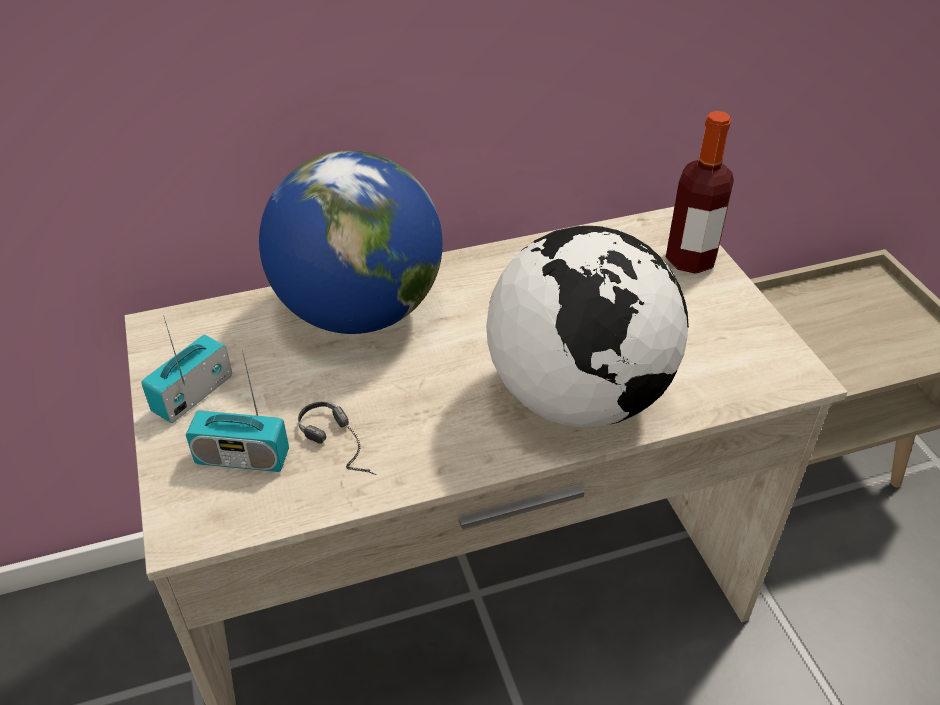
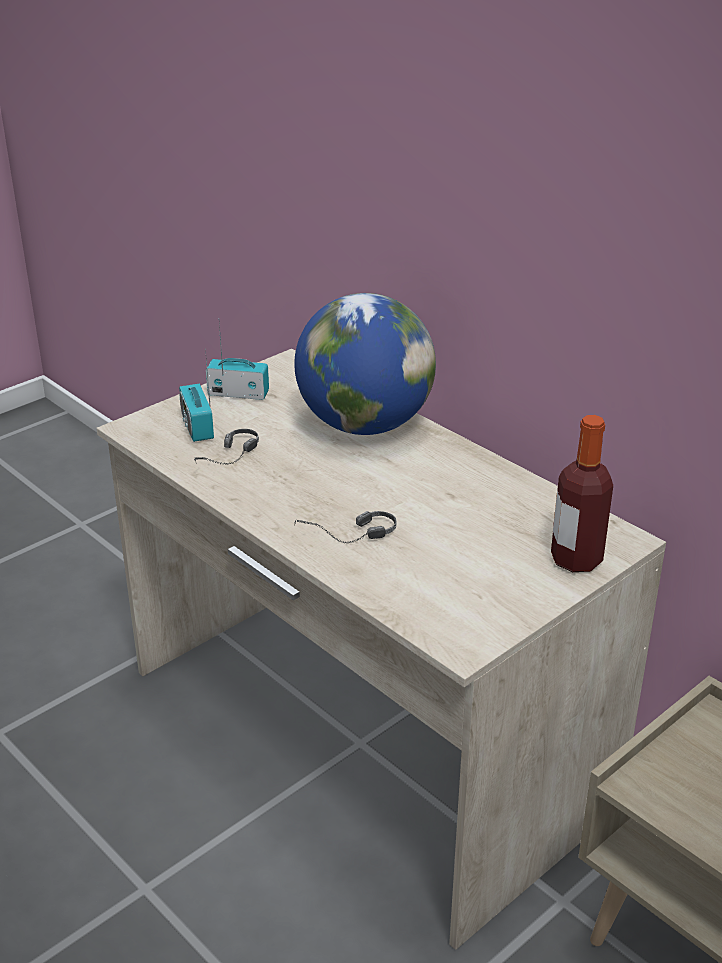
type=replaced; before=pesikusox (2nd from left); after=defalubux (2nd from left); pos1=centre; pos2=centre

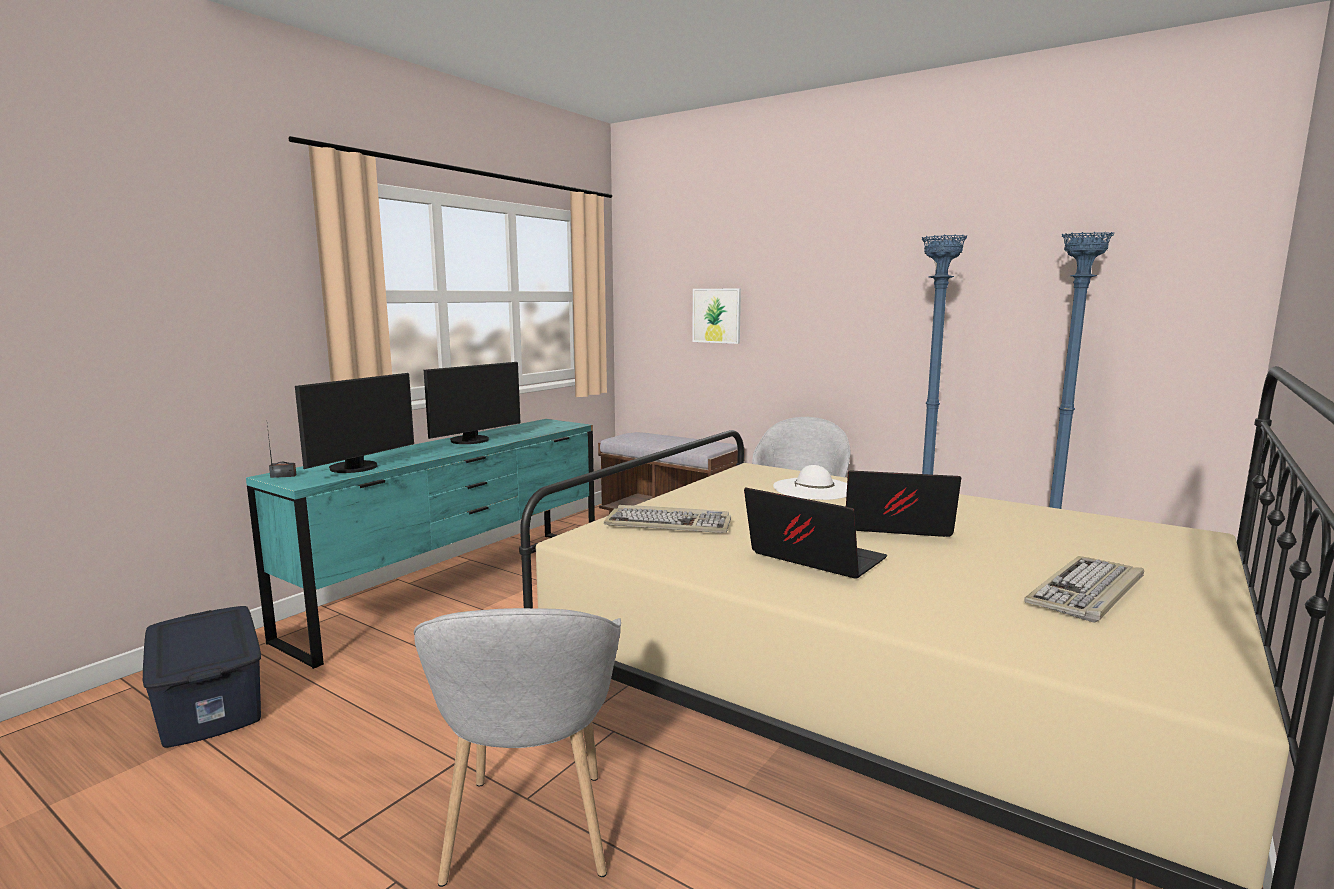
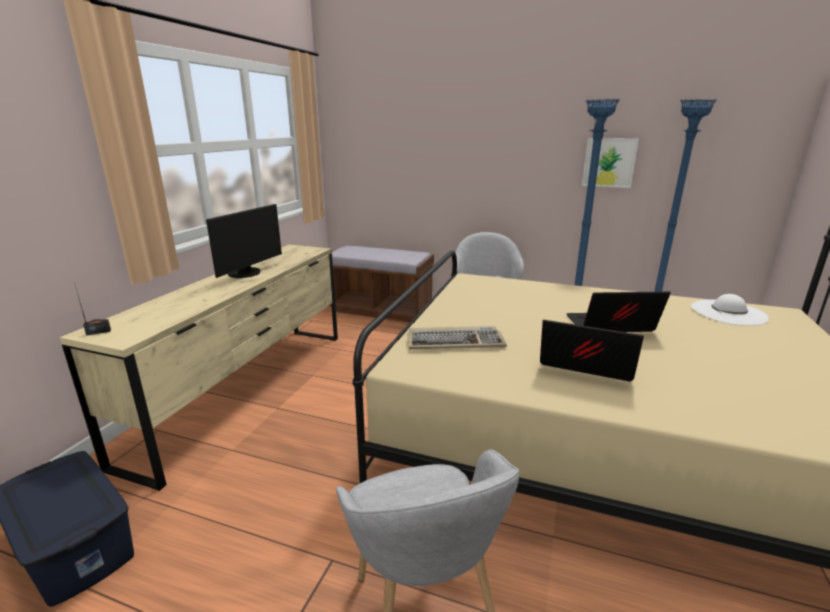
type=moved; before=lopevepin; pos1=centre; pos2=top right
type=removed; before=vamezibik (1st from left); pos1=middle left
type=recoloured; before=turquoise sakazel; after=beige sakazel; pos1=middle left; pos2=middle left
type=moved; before=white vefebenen; pos1=centre; pos2=middle right
type=removed; before=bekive (2nd from left); pos1=middle right

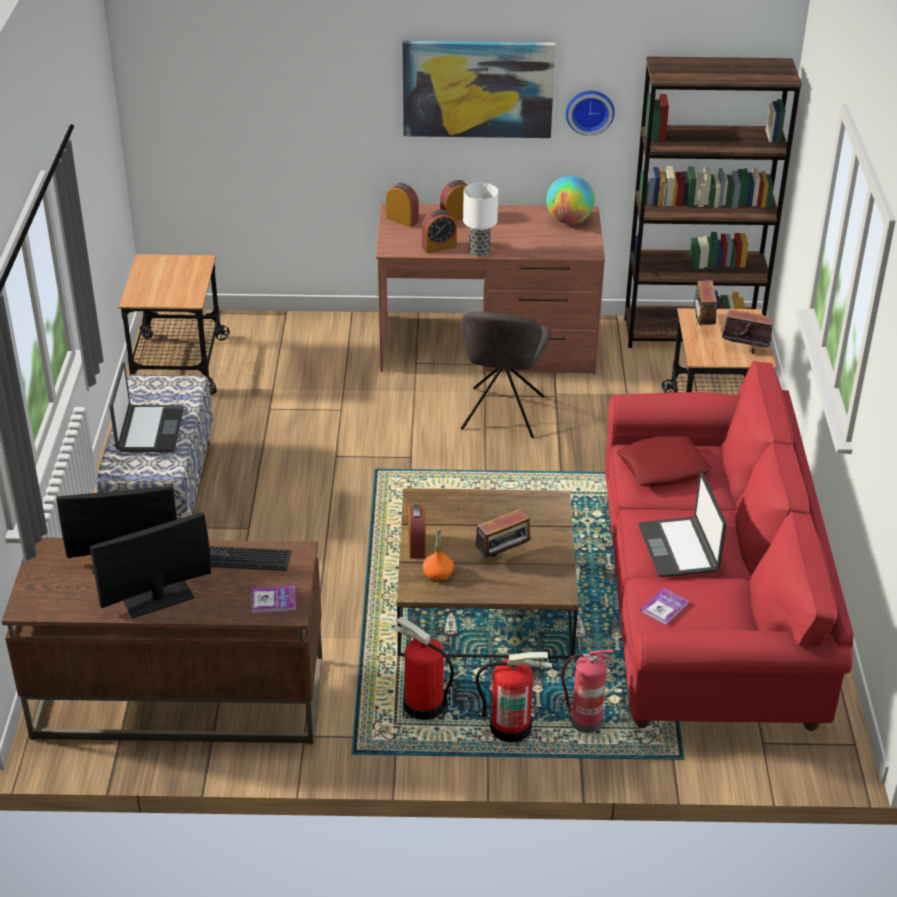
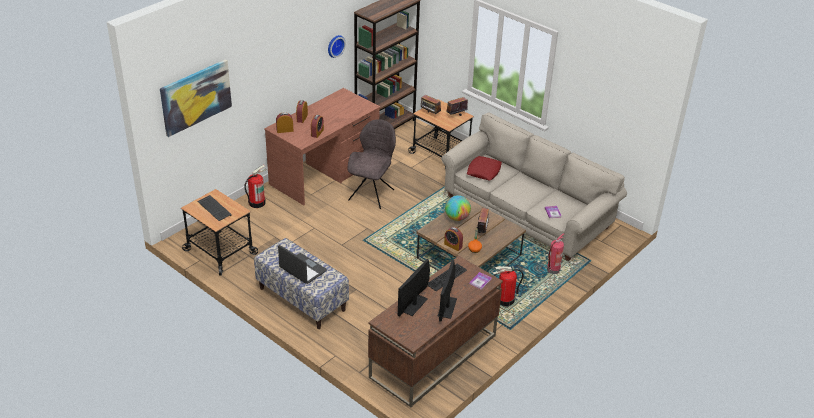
type=moved; before=lopevepin; pos1=top centre; pos2=top left
type=moved; before=pesikusox; pos1=top centre; pos2=centre
type=removed; before=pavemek; pos1=top centre
type=turned; before=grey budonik; pos1=centre; pos2=centre; turn=-120
type=recoloured; before=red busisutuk; after=beige busisutuk; pos1=middle right; pos2=centre
type=removed; before=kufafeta (2nd from left); pos1=middle right
type=moved; before=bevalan (2nd from left in the first image); after=bevalan (1st from left); pos1=bottom centre; pos2=middle left
type=added; after=bekive (1st from left); pos2=middle left

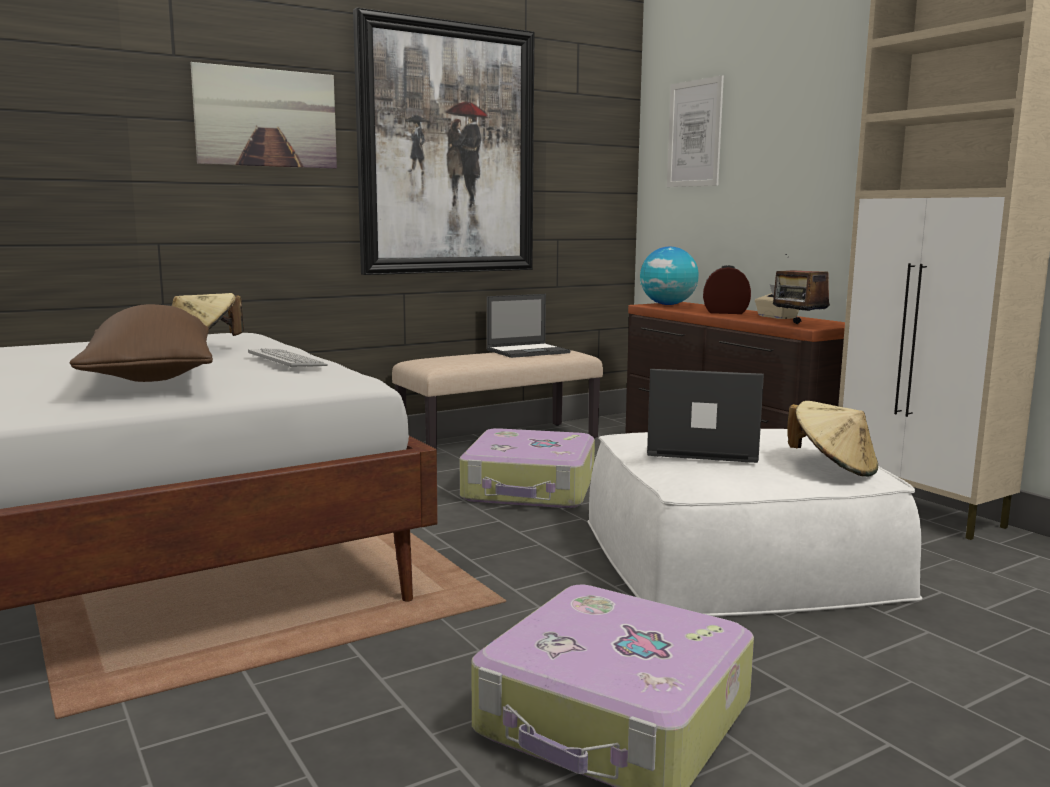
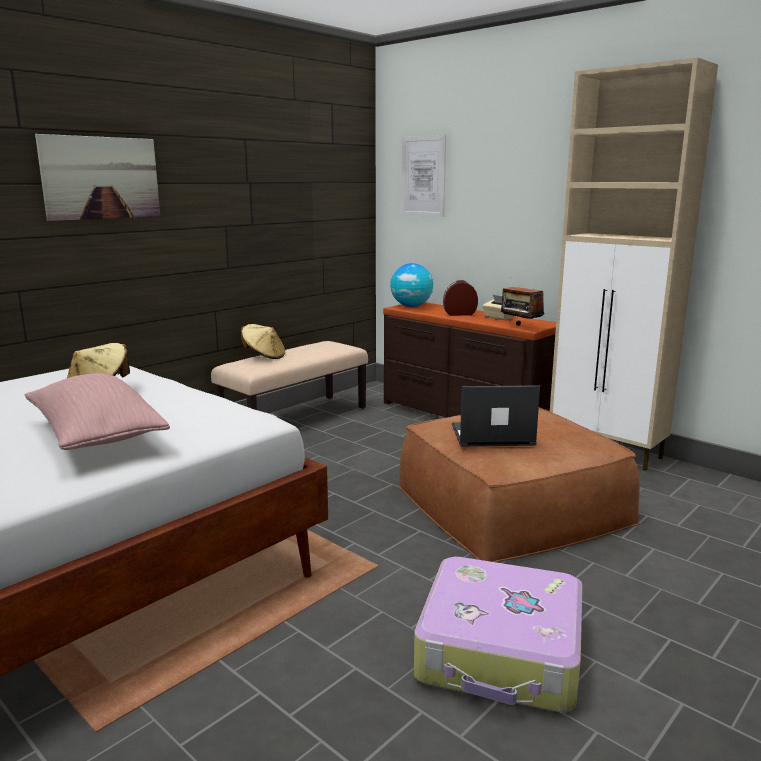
type=removed; before=lopevepin (2nd from left); pos1=top centre
type=removed; before=kufafeta (1st from left); pos1=centre
type=recoloured; before=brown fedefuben; after=pink fedefuben; pos1=middle left; pos2=middle left
type=removed; before=bekive; pos1=middle left
type=moved; before=beige vefebenen (2nd from left); pos1=middle right; pos2=centre
type=removed; before=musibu (1st from left); pos1=centre
type=recoloured; before=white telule; after=brown telule; pos1=middle right; pos2=middle right

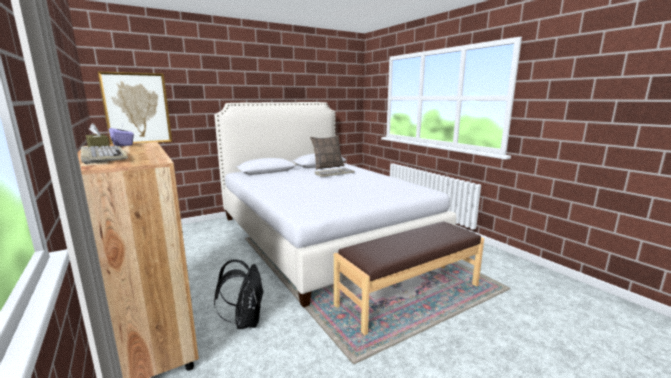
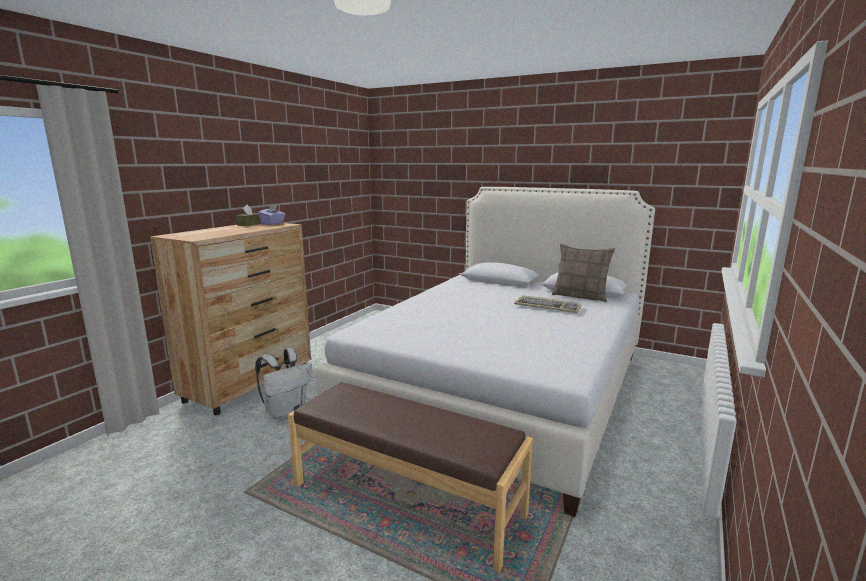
type=removed; before=lopevepin; pos1=top left
type=removed; before=bekive (1st from left); pos1=middle left
type=recoloured; before=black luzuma; after=white luzuma; pos1=bottom centre; pos2=middle left

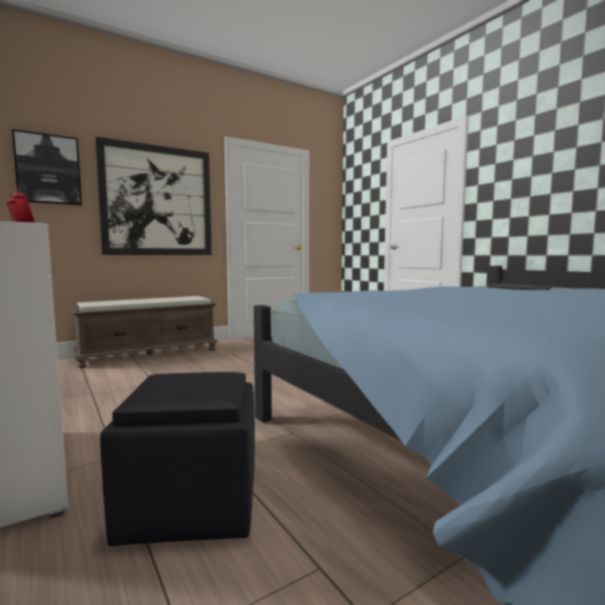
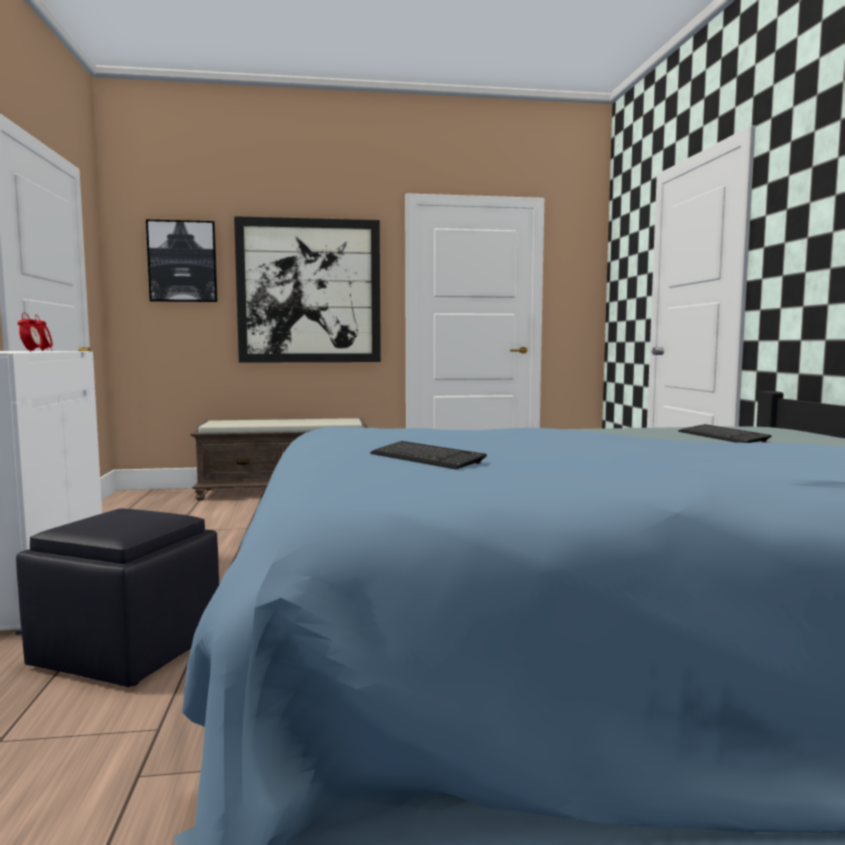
type=added; after=bekive (1st from left); pos2=centre

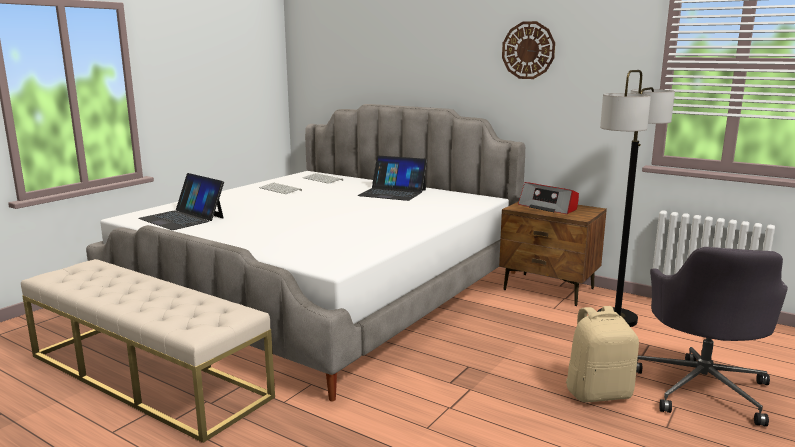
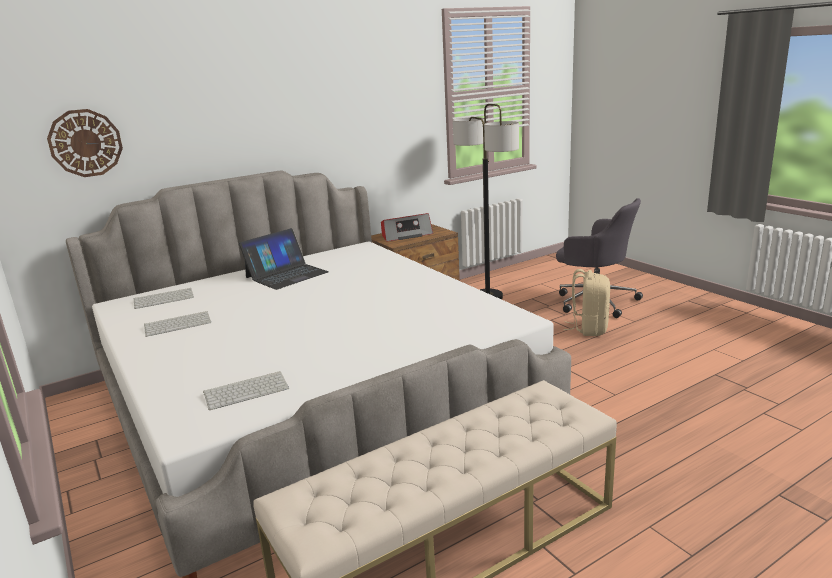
type=moved; before=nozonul; pos1=top centre; pos2=top left
type=replaced; before=kufafeta (1st from left); after=bekive (3rd from left); pos1=middle left; pos2=bottom left

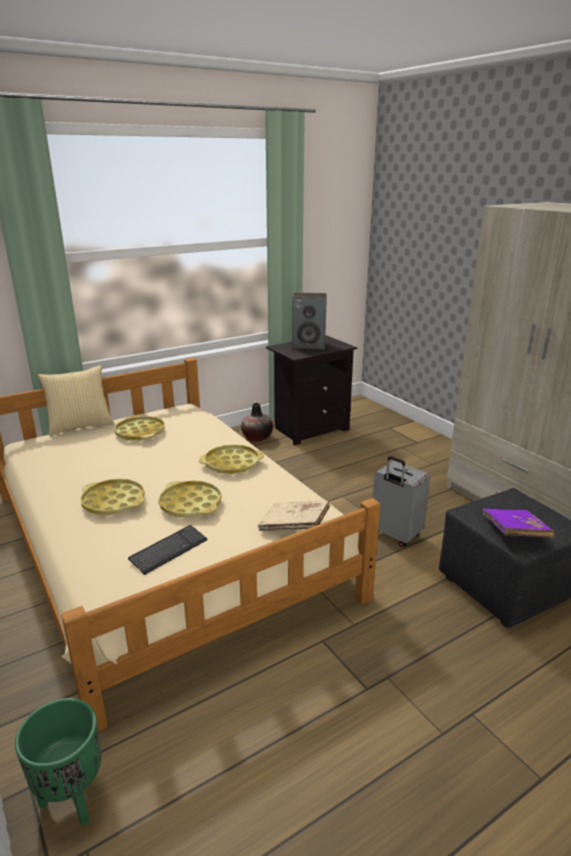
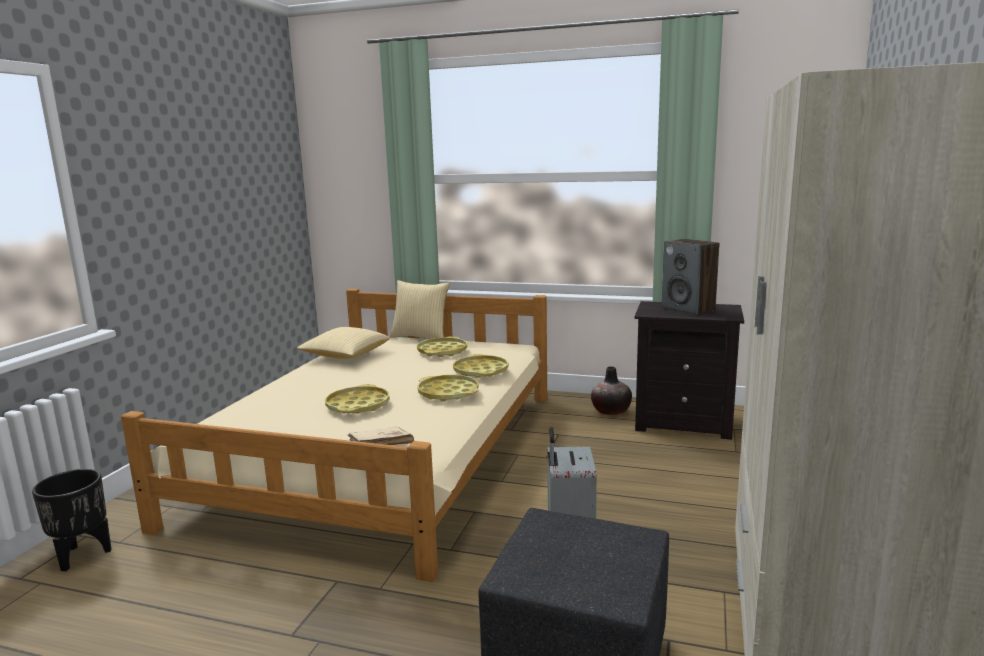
type=moved; before=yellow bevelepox (1st from left in the first image); after=yellow bevelepox (4th from left); pos1=middle left; pos2=centre
type=removed; before=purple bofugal; pos1=middle right
type=removed; before=bekive; pos1=middle left
type=recoloured; before=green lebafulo; after=black lebafulo; pos1=bottom left; pos2=bottom left
type=added; after=fedefuben (1st from left); pos2=centre

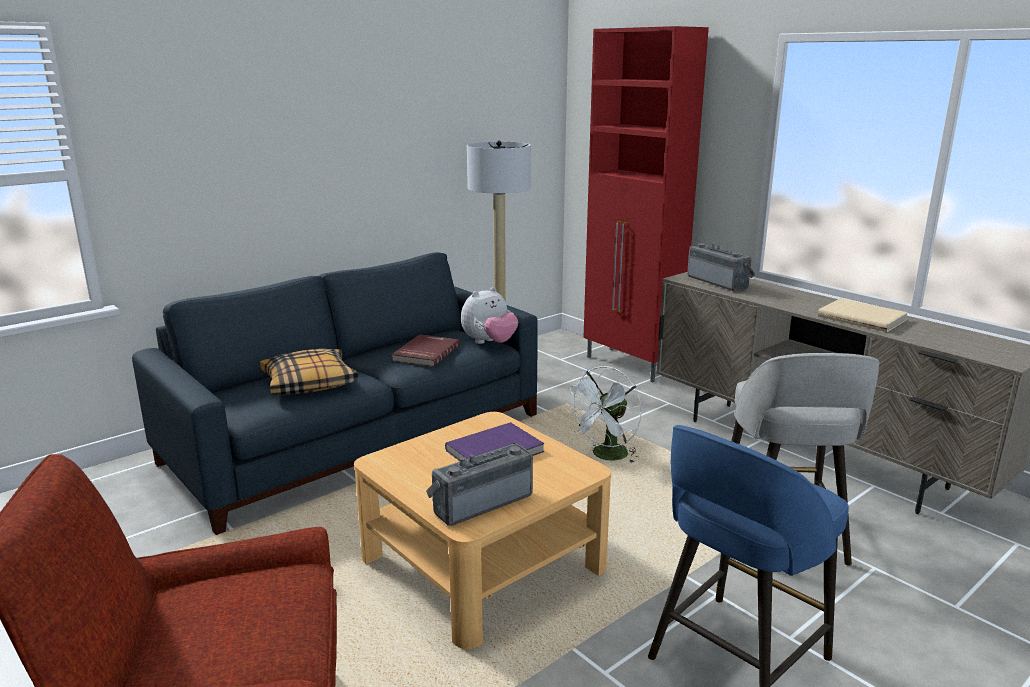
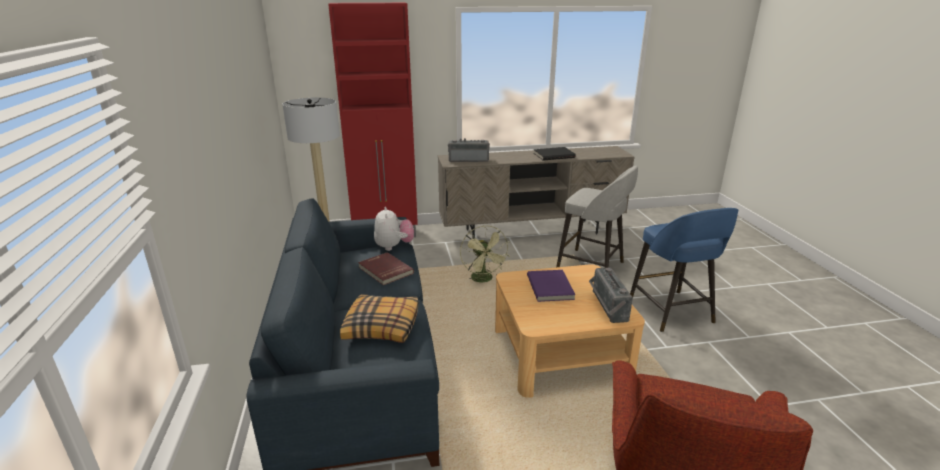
type=recoloured; before=beige bofugal; after=black bofugal; pos1=middle right; pos2=top centre
type=recoloured; before=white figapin; after=green figapin; pos1=centre; pos2=centre

